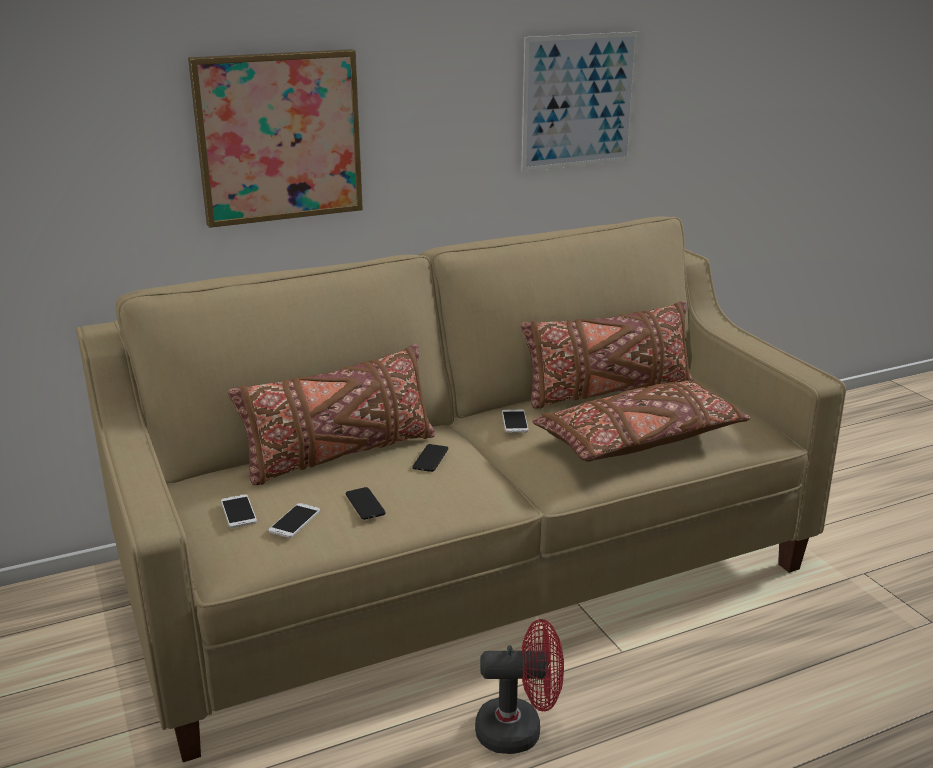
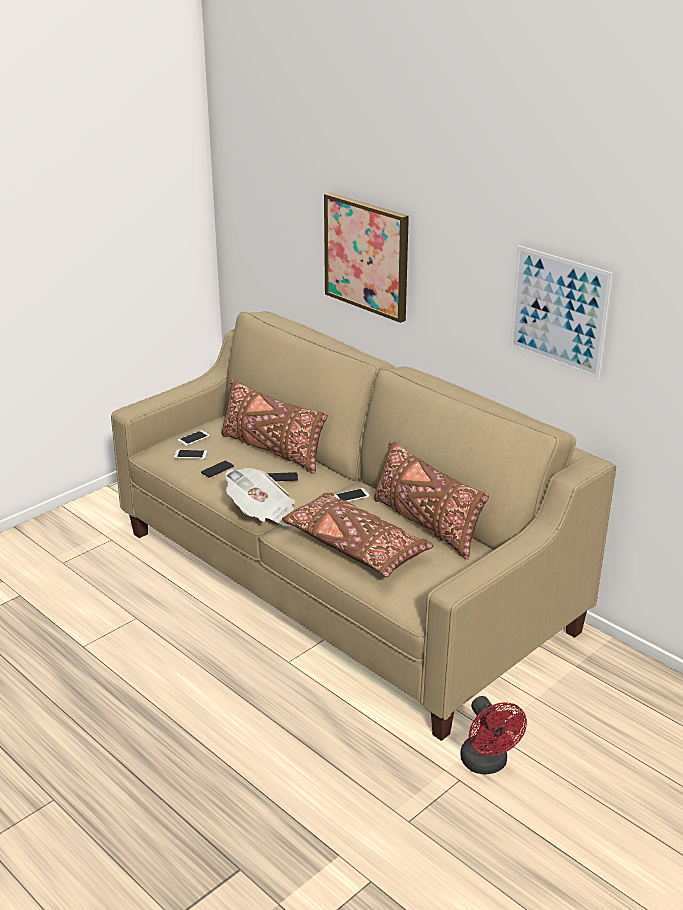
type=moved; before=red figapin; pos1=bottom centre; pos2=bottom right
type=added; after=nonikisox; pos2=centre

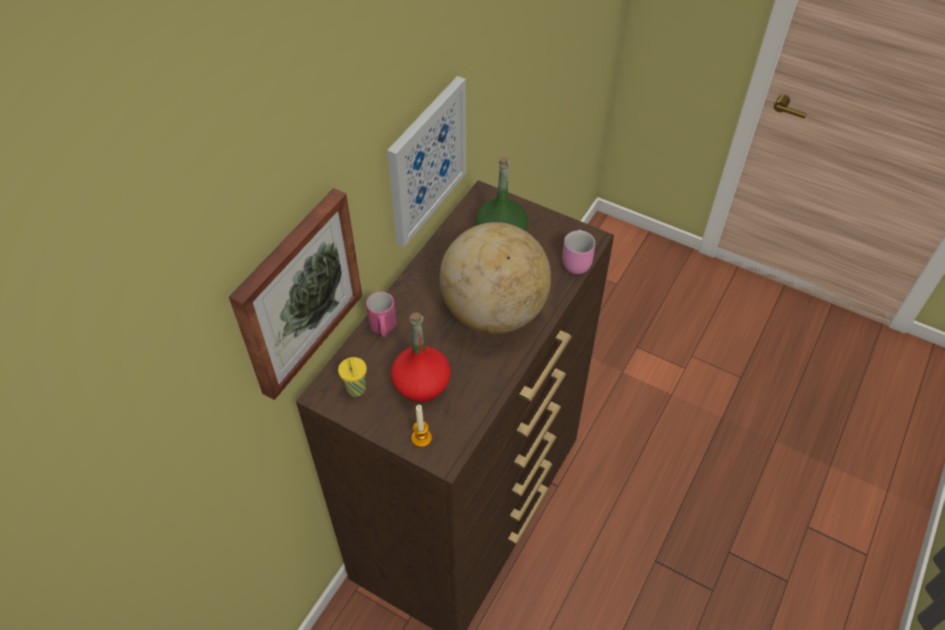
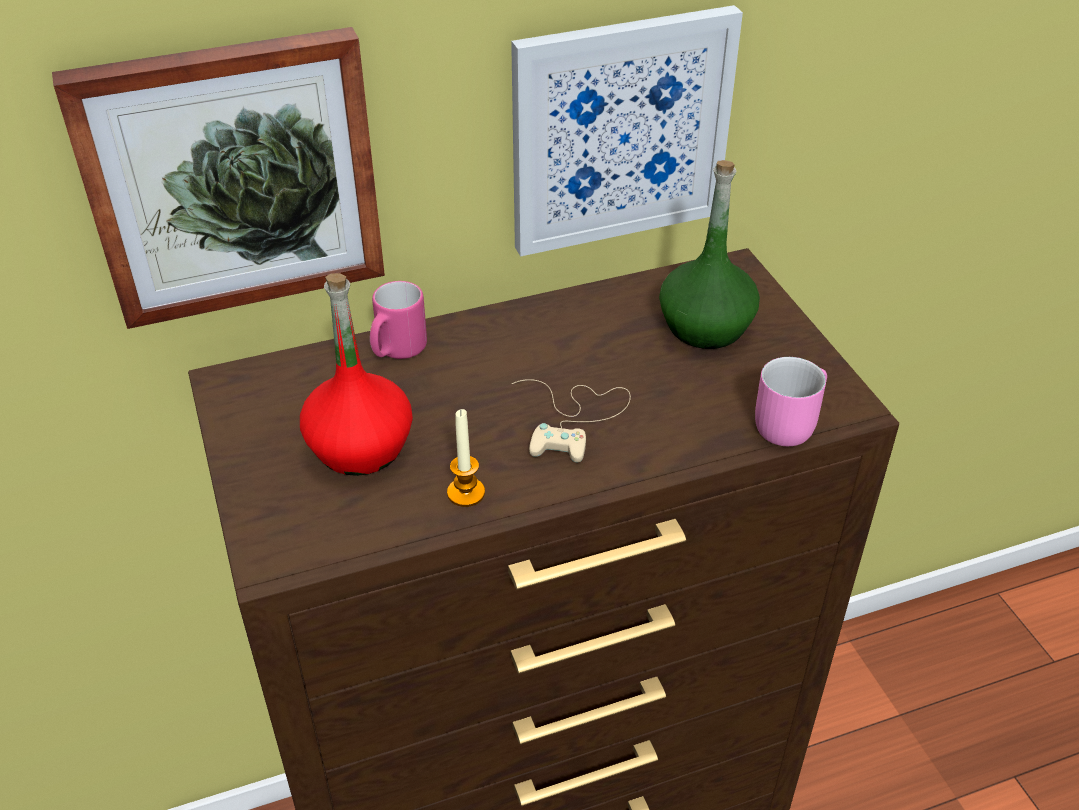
type=replaced; before=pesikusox; after=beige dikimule; pos1=centre; pos2=centre
type=removed; before=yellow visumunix; pos1=centre
type=moved; before=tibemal; pos1=bottom centre; pos2=centre

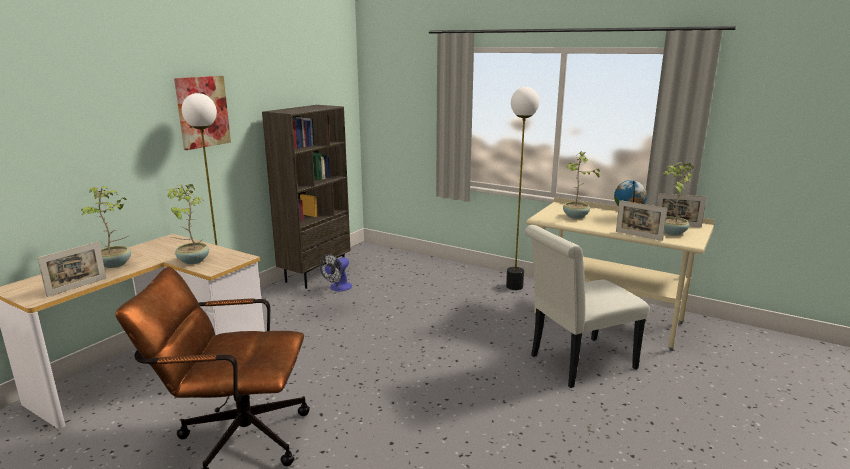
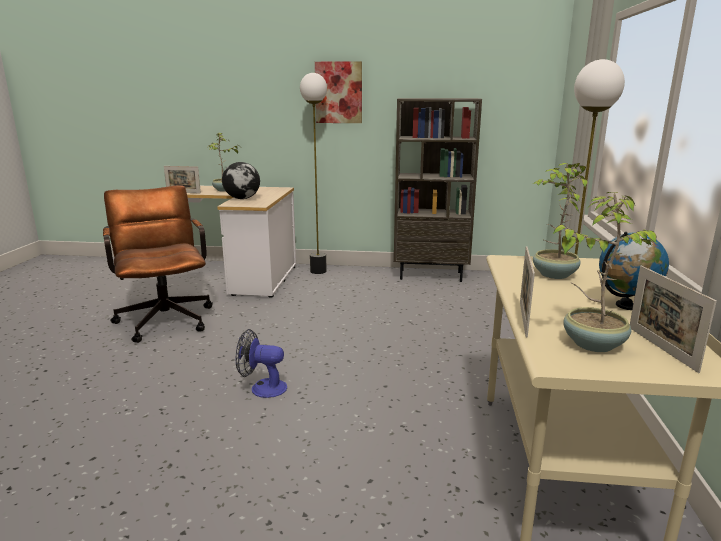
type=replaced; before=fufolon (2nd from left); after=pesikusox (1st from left); pos1=middle left; pos2=top centre
type=removed; before=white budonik; pos1=middle right
type=moved; before=figapin; pos1=centre; pos2=bottom centre

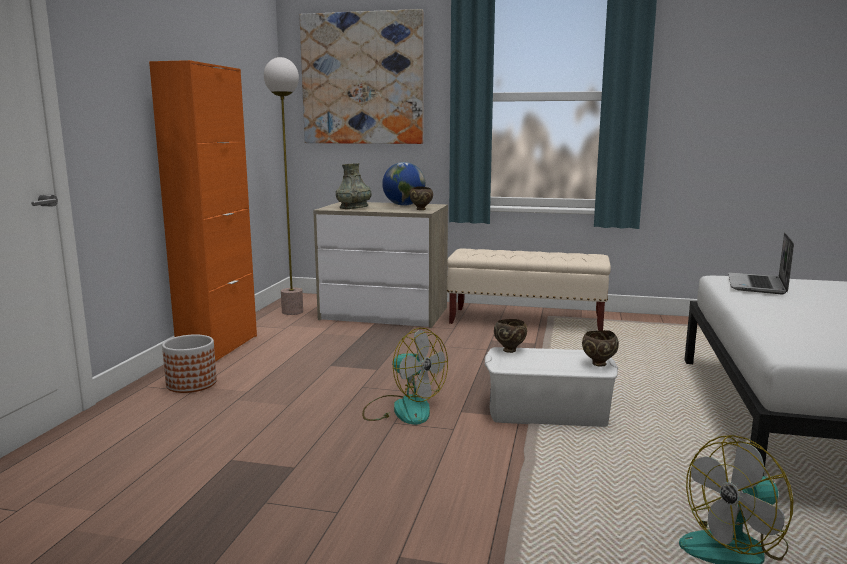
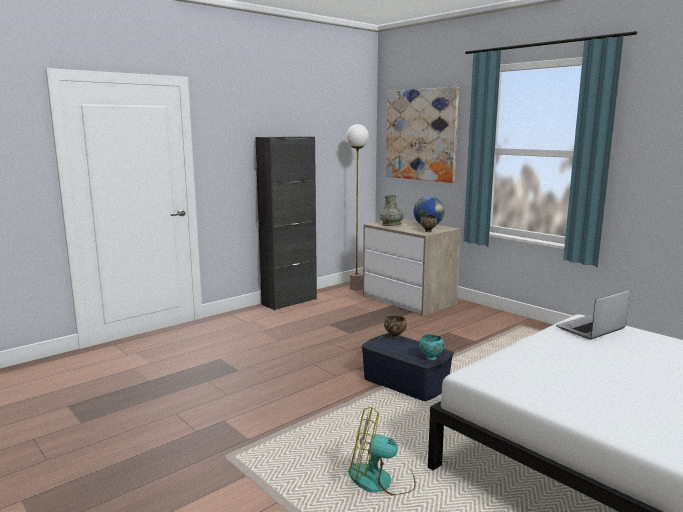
type=recoloured; before=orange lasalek; after=black lasalek; pos1=middle left; pos2=centre
type=removed; before=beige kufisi; pos1=centre
type=removed; before=figapin (1st from left); pos1=bottom centre
type=recoloured; before=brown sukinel (3rd from left); after=turquoise sukinel; pos1=middle right; pos2=bottom centre
type=removed; before=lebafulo; pos1=middle left
type=recoloured; before=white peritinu; after=blue peritinu; pos1=bottom centre; pos2=bottom centre

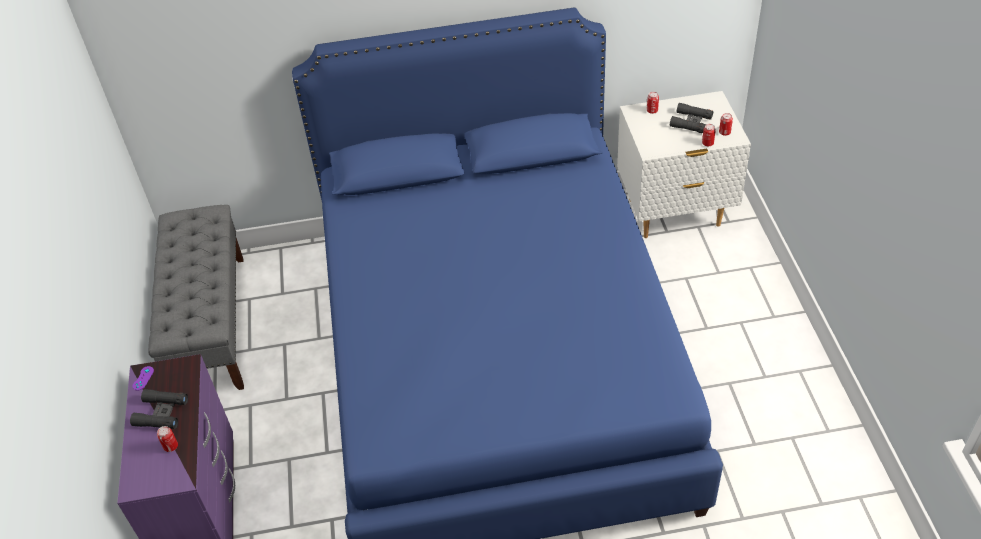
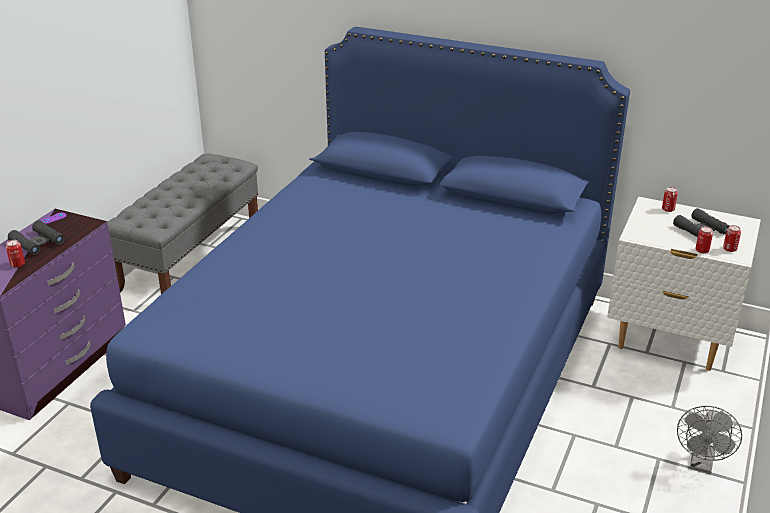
type=added; after=grey figapin; pos2=bottom right

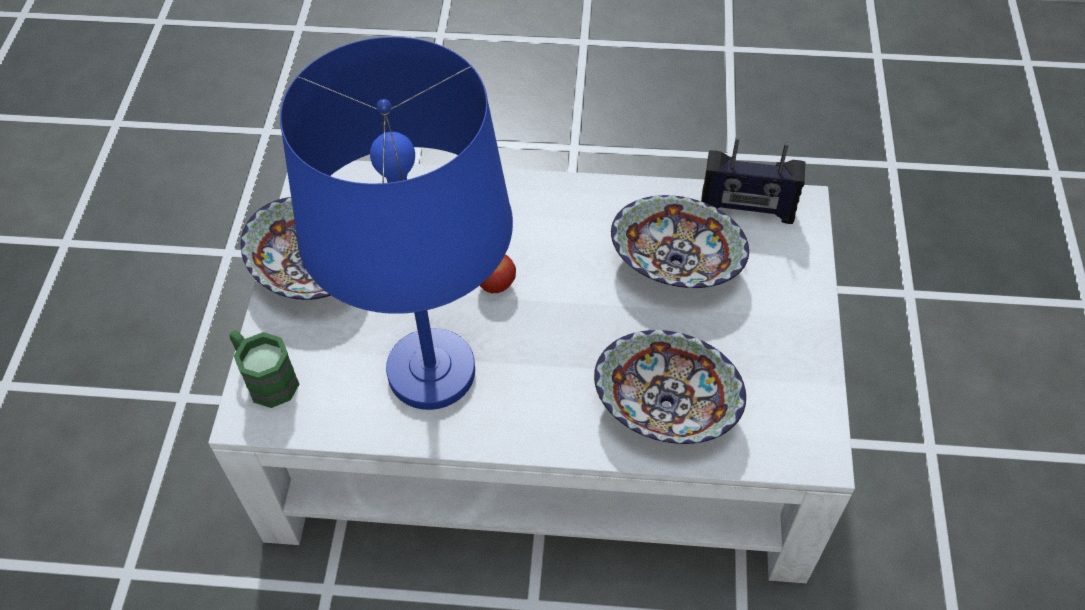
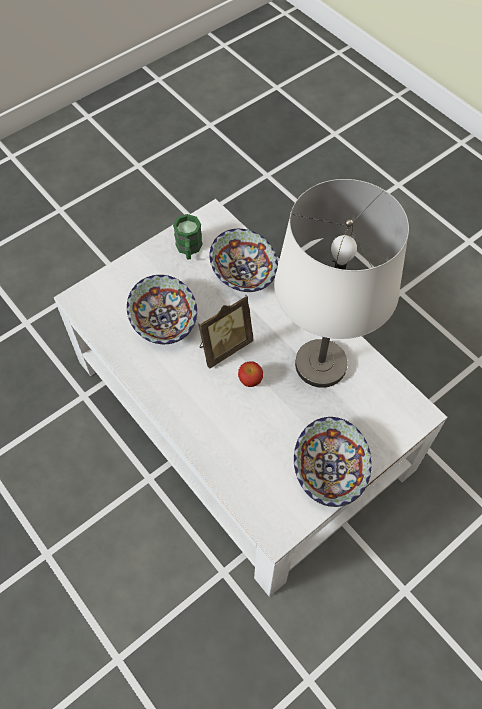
type=recoloured; before=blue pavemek; after=white pavemek; pos1=centre; pos2=middle right
type=removed; before=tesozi; pos1=top right
type=moved; before=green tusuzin; pos1=middle left; pos2=centre
type=added; after=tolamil; pos2=centre

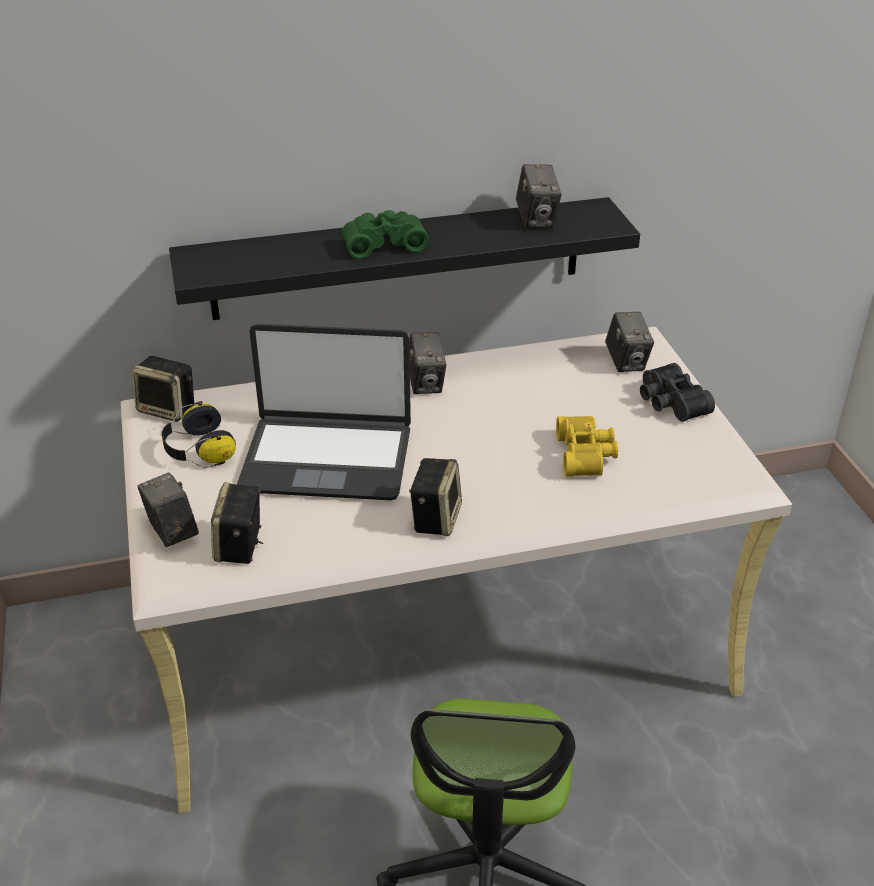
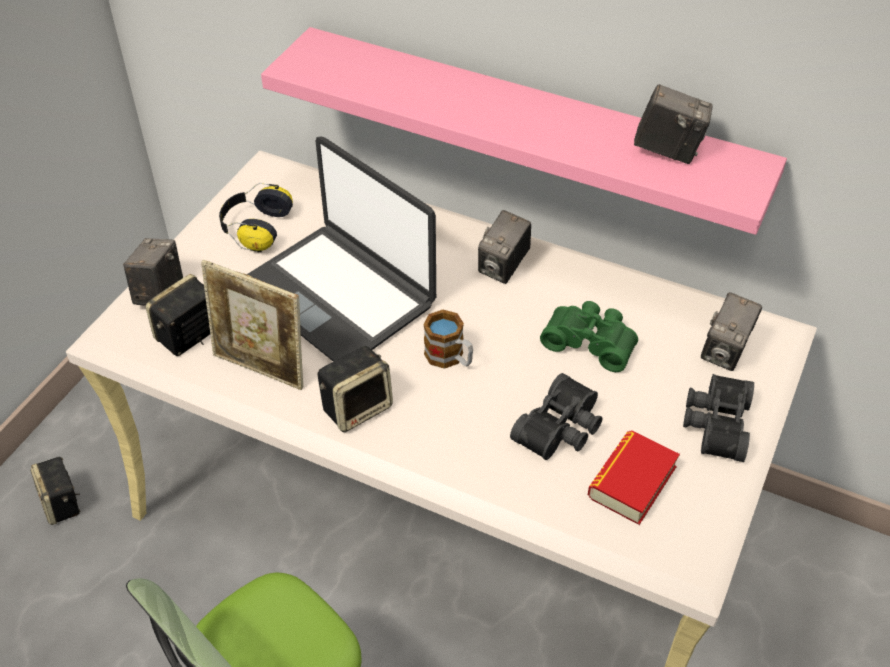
type=turned; before=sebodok (3rd from left); pos1=top centre; pos2=top right; turn=-105
type=recoloured; before=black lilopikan; after=pink lilopikan; pos1=top centre; pos2=top centre
type=moved; before=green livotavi; pos1=top centre; pos2=centre
type=moved; before=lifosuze (1st from left); pos1=middle left; pos2=bottom left
type=recoloured; before=yellow livotavi; after=black livotavi (1st from left); pos1=middle right; pos2=centre
type=added; after=tolamil; pos2=middle left
type=added; after=tusuzin; pos2=centre
type=added; after=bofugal; pos2=bottom right

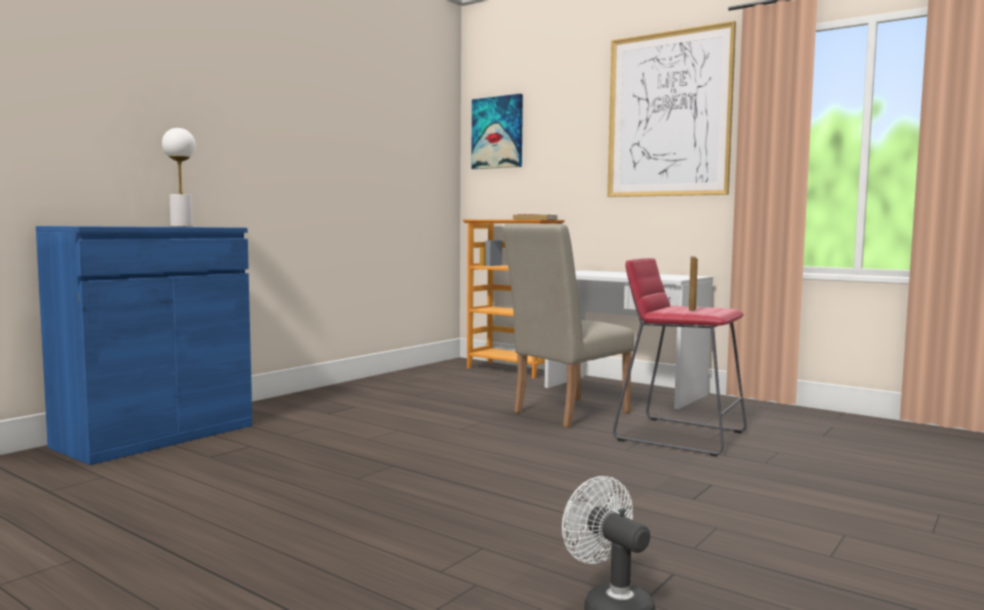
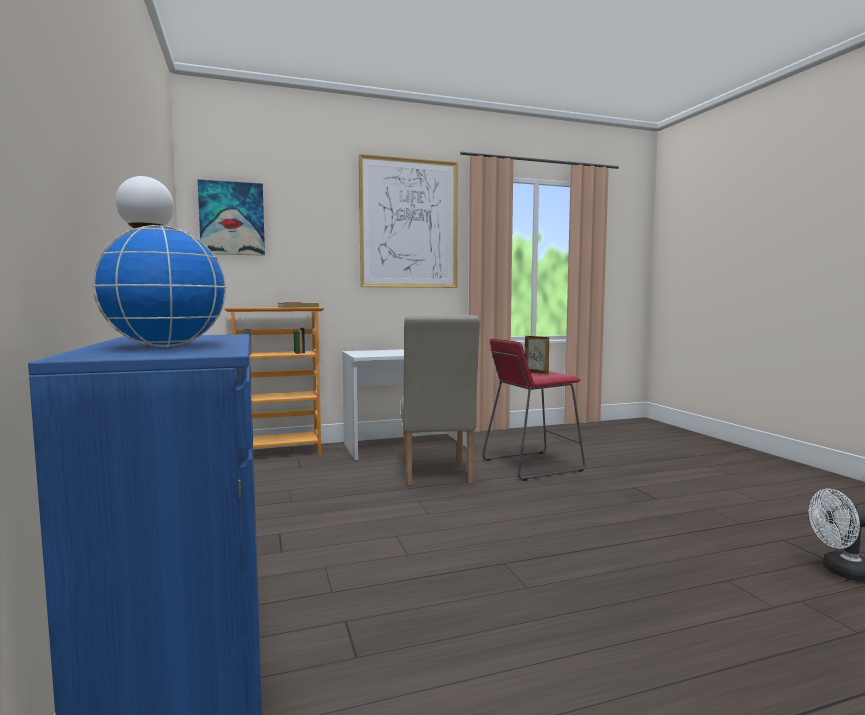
type=added; after=pesikusox; pos2=middle left

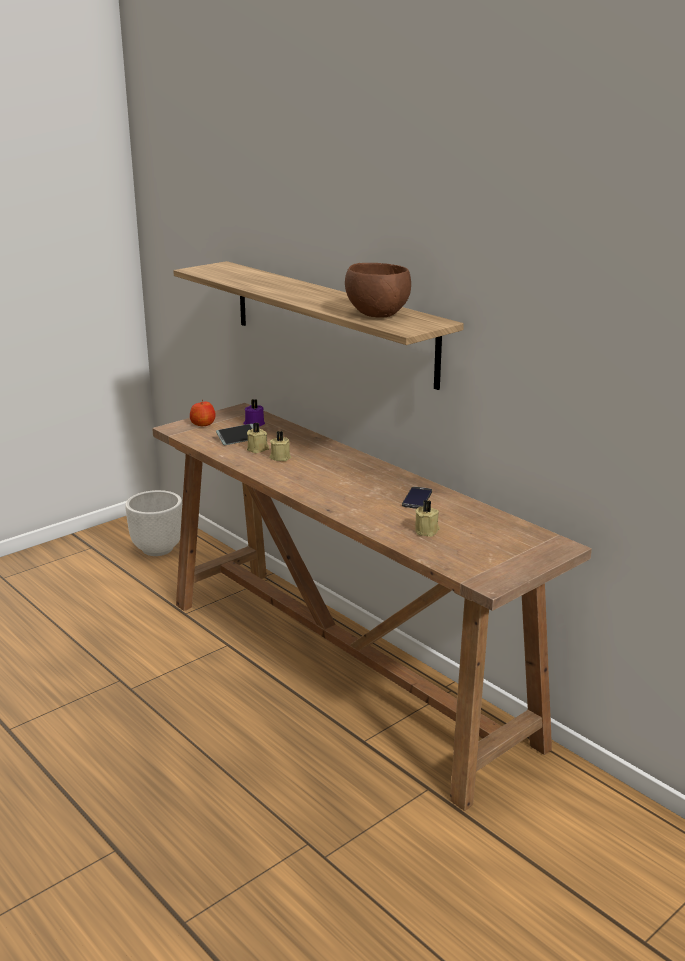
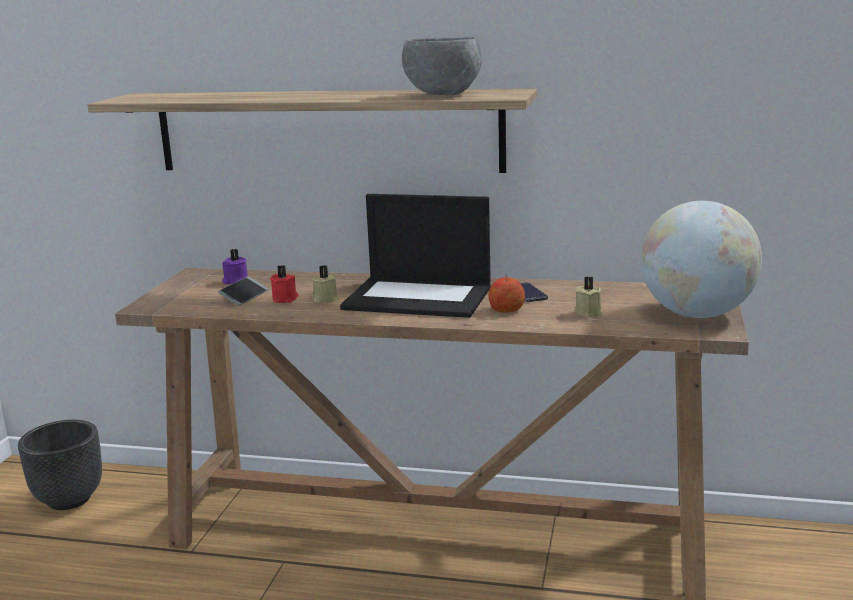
type=recoloured; before=brown sukinel; after=grey sukinel; pos1=top centre; pos2=top centre
type=moved; before=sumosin; pos1=middle left; pos2=centre
type=recoloured; before=beige tibemal (1st from left); after=red tibemal; pos1=centre; pos2=middle left
type=recoloured; before=white lebafulo; after=black lebafulo; pos1=middle left; pos2=bottom left
type=added; after=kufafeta; pos2=centre
type=added; after=pesikusox; pos2=middle right

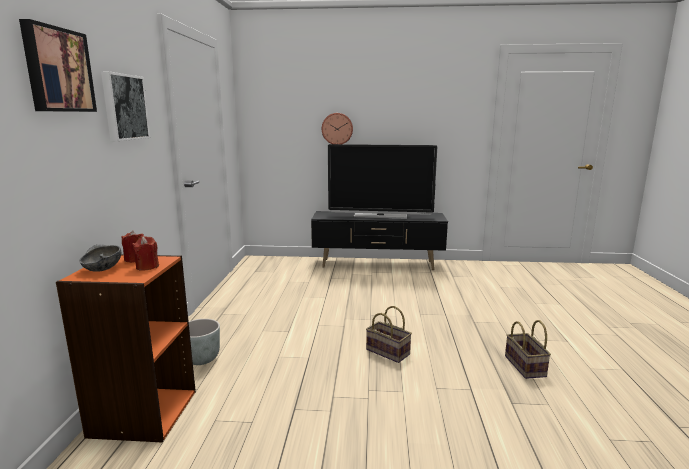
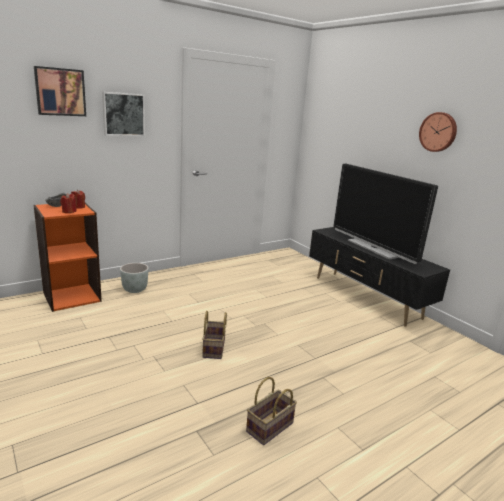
type=moved; before=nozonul; pos1=top centre; pos2=top right

